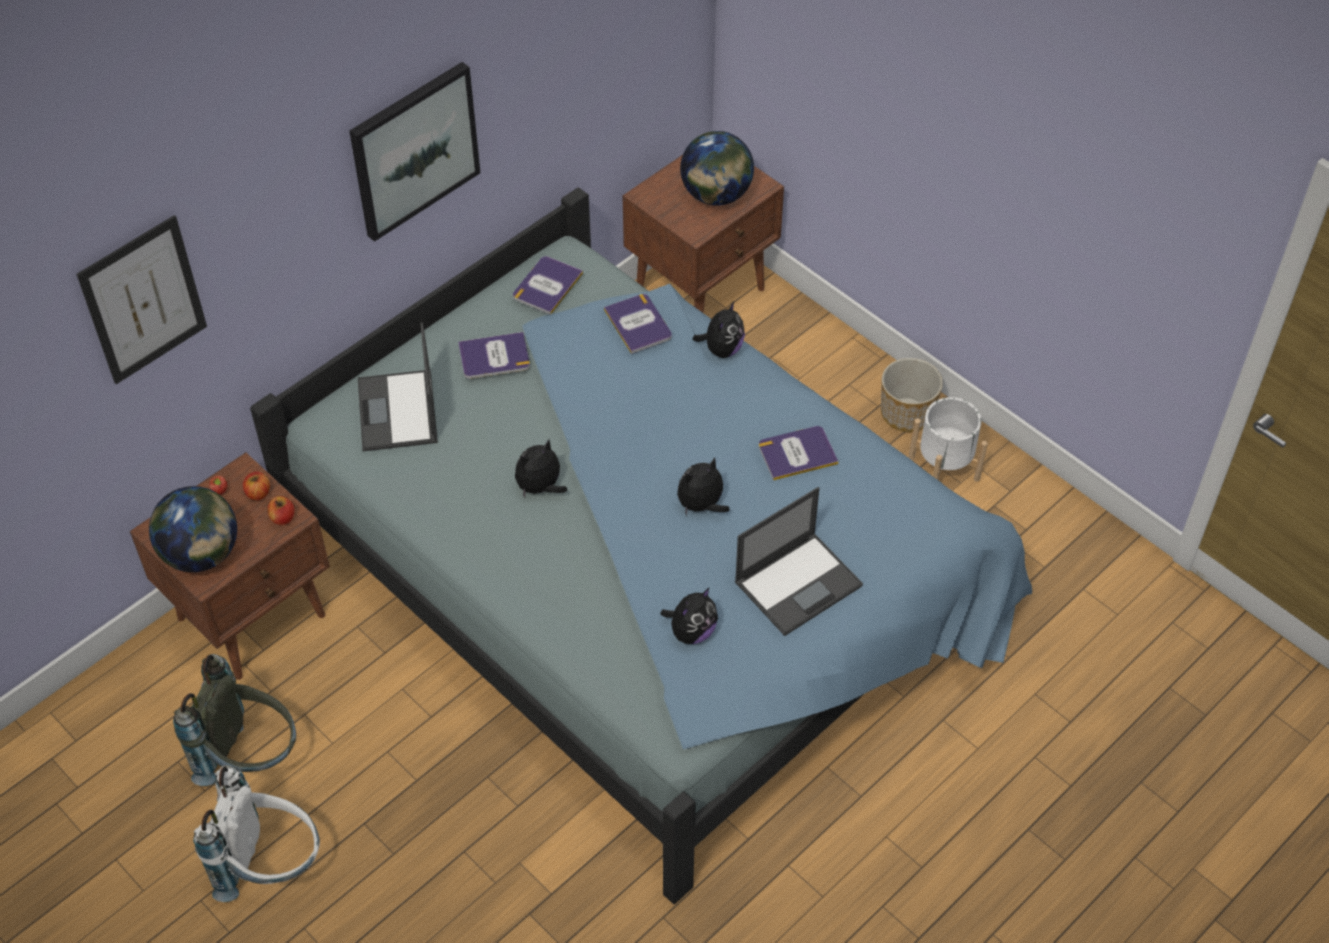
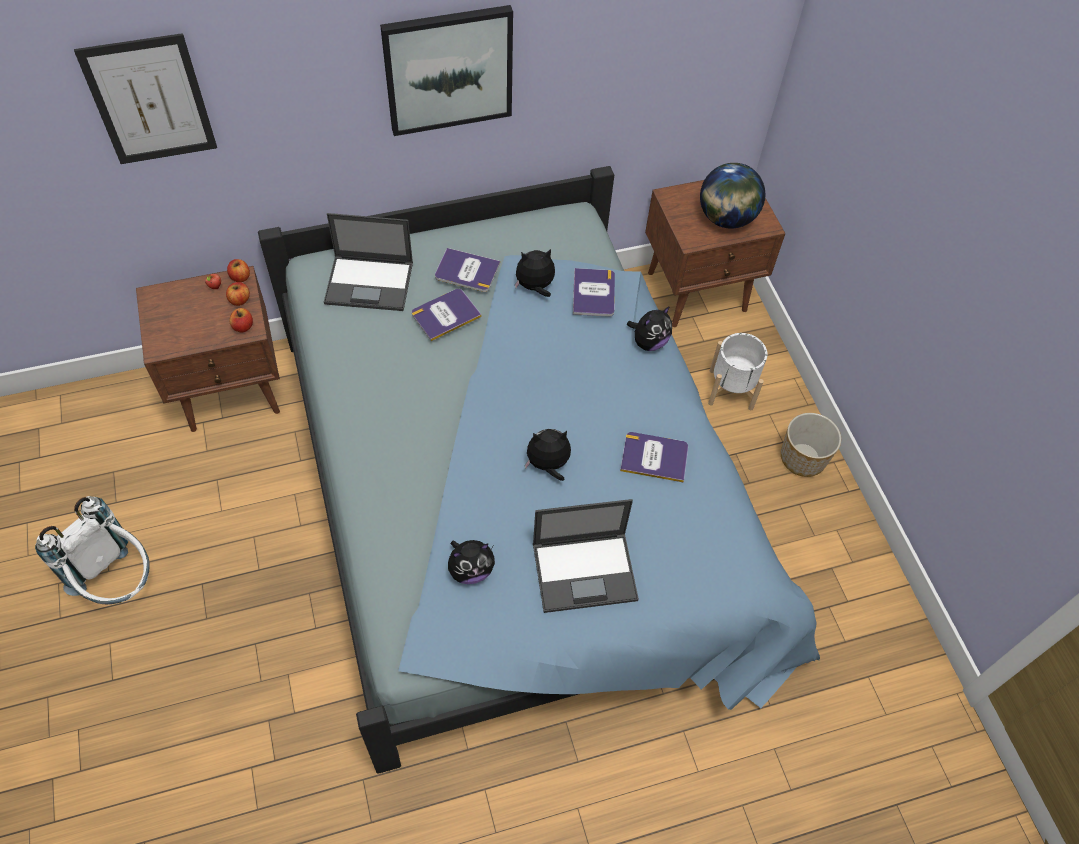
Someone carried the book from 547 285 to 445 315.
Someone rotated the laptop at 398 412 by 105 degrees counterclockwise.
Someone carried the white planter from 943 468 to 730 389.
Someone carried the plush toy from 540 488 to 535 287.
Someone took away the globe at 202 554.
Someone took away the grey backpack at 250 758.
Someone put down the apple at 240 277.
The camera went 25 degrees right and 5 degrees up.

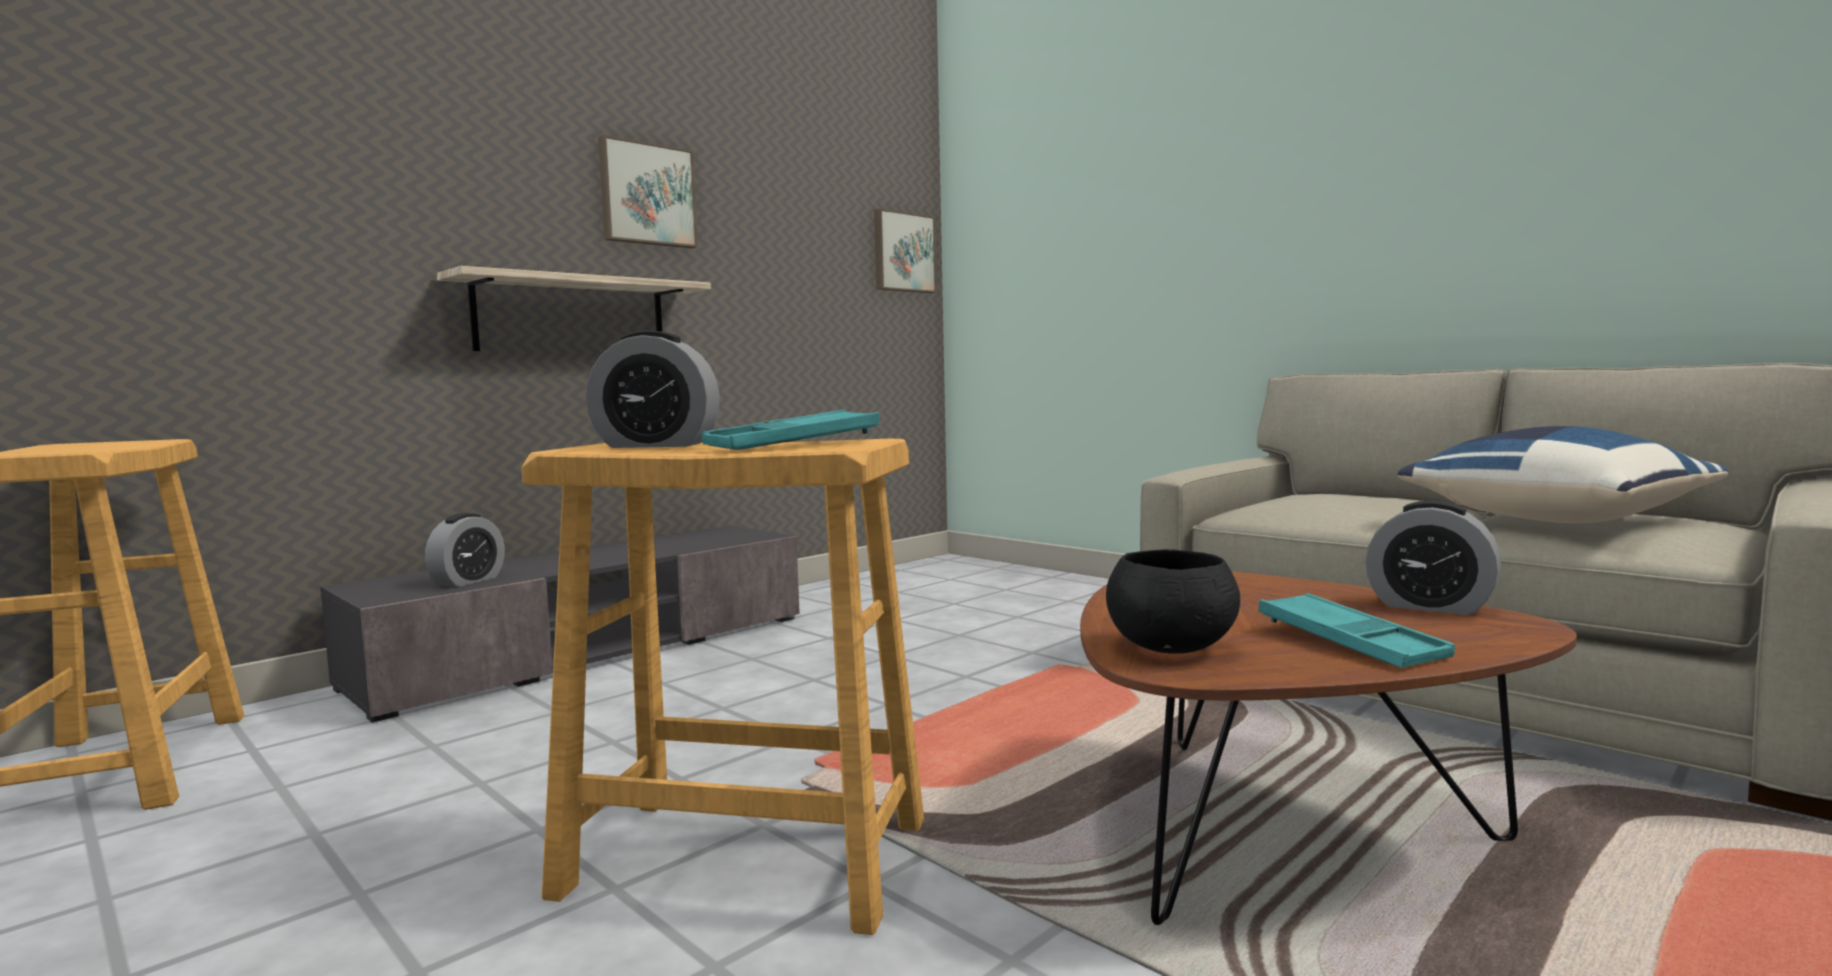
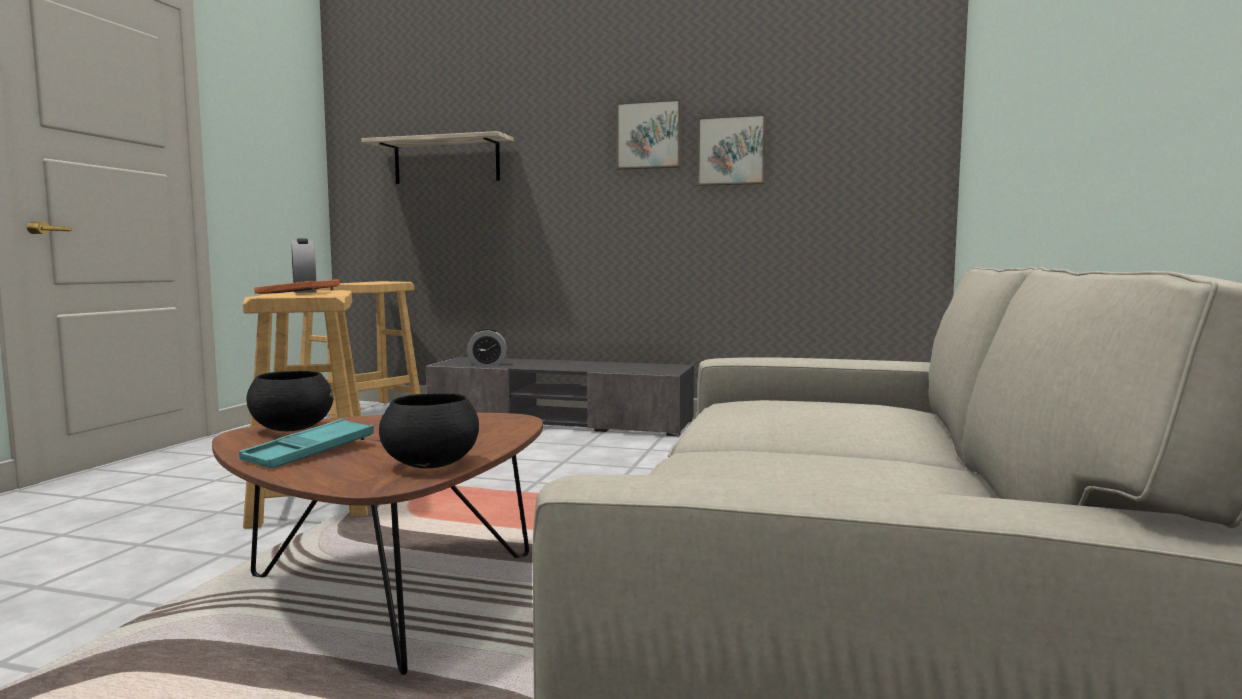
Someone carried the picture from 903 252 to 731 151.
Someone carried the shelf from 572 316 to 446 161.
Someone repainted the turquoise tray at 793 443, which became the orange tray at 297 294.
Someone took away the blue pillow at 1551 520.
Someone swapped the alarm clock at 1430 606 for the black bowl at 431 465.
The camera went 60 degrees right and 0 degrees up.

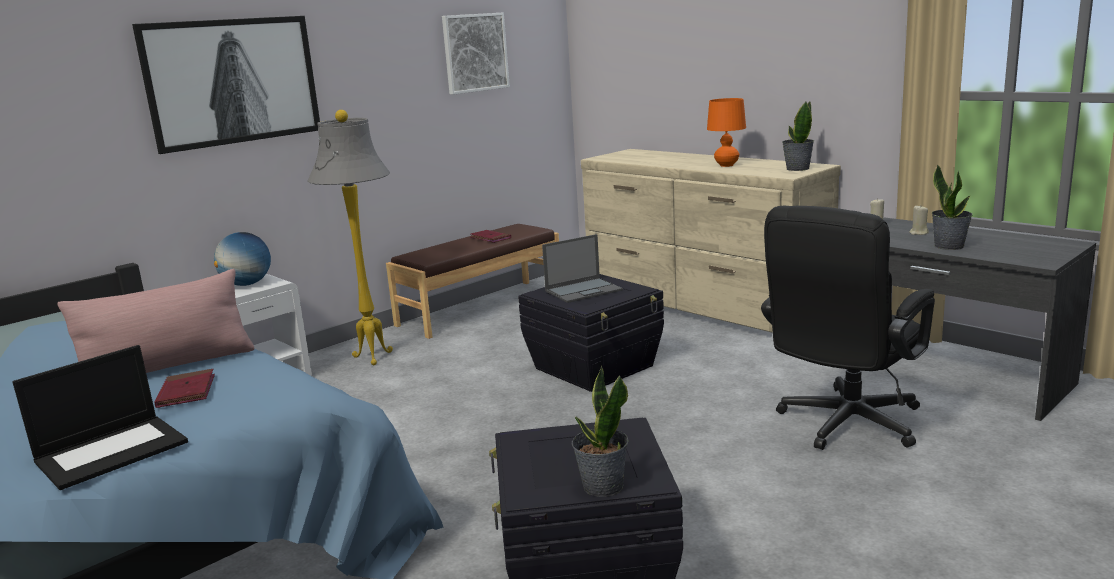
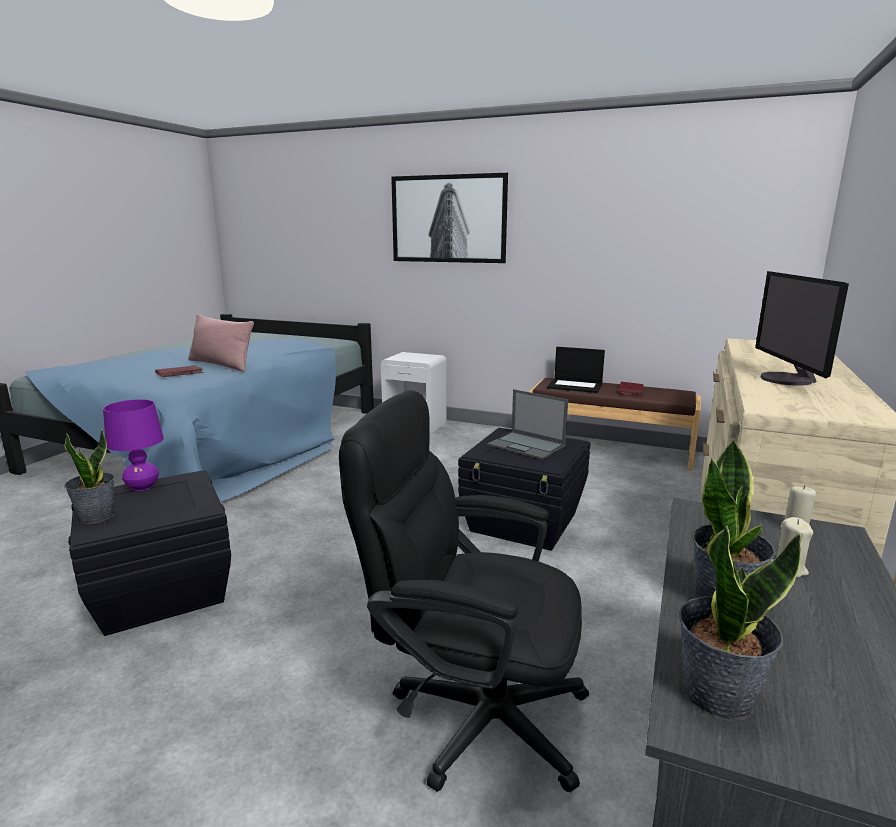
Someone took away the picture at 475 53.
Someone swapped the orange table lamp at 726 165 for the monitor at 787 380.
Someone carried the potted plant from 797 169 to 717 694.
Someone took away the grey floor lamp at 374 358.
Someone took away the globe at 247 284.
Someone carried the laptop from 112 451 to 575 386.
Someone put down the purple table lamp at 143 487.
The camera went 65 degrees right and 0 degrees up.

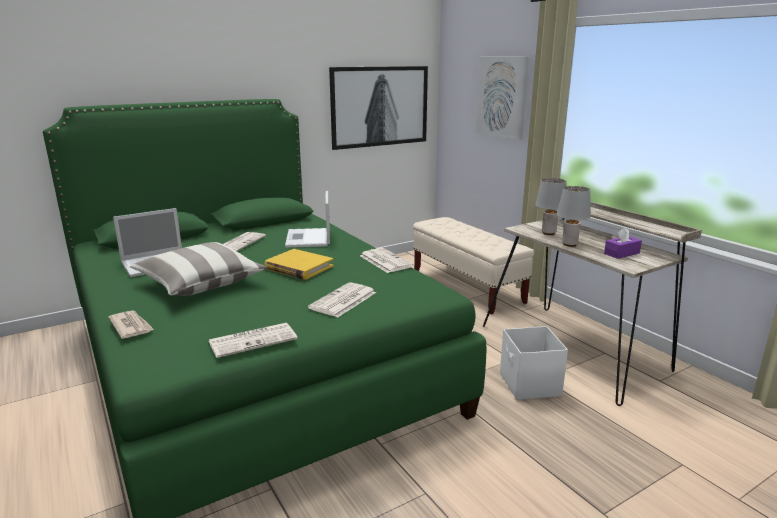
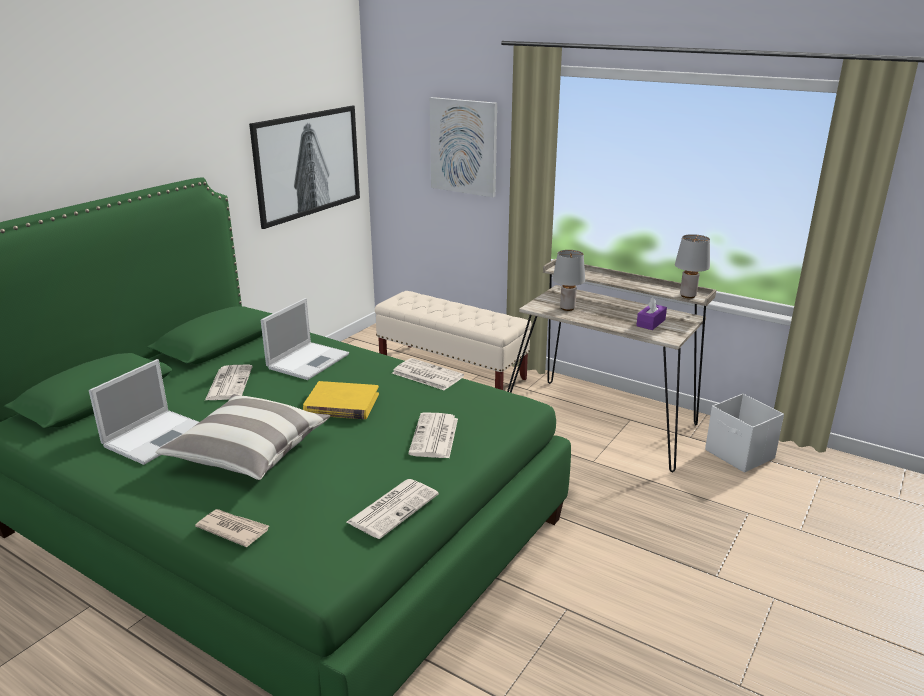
Someone carried the grey table lamp from 569 244 to 687 295.
Someone rotated the laptop at 308 239 by 120 degrees counterclockwise.
Someone carried the white storage box from 529 385 to 740 455.
The camera went 25 degrees left and 5 degrees up.

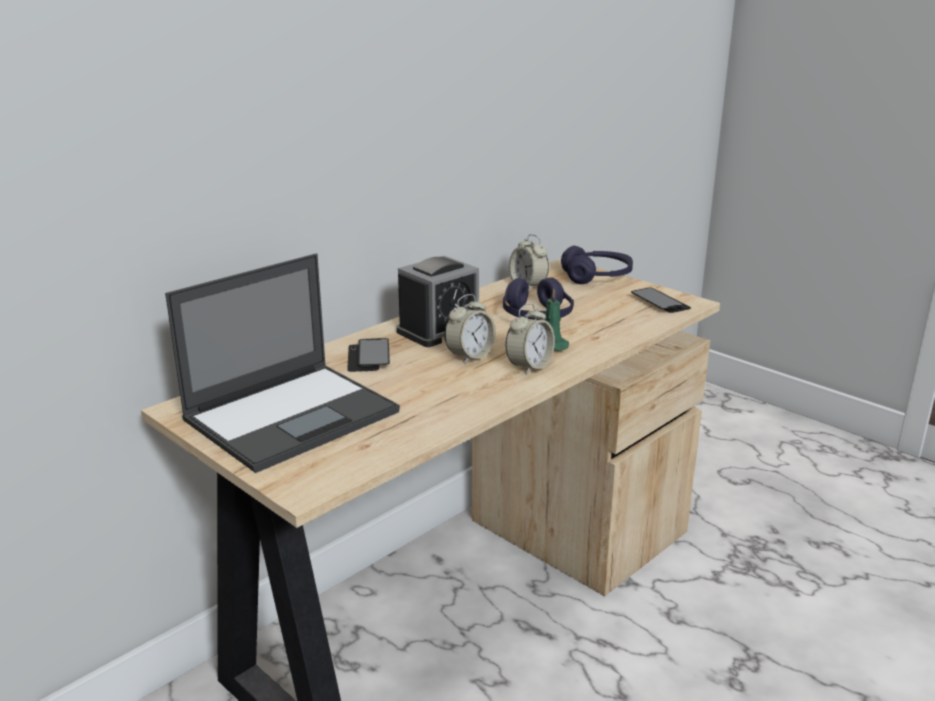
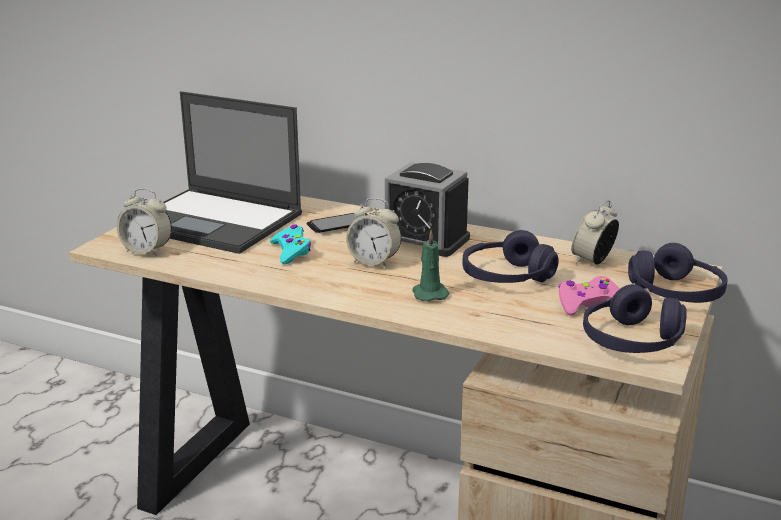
Someone swapped the phone at 660 302 for the purple headphones at 632 341.
Someone carried the alarm clock from 529 366 to 147 250.
Someone put down the turquoise game controller at 291 251.
Someone put down the pink game controller at 588 304.
The camera went 70 degrees right and 0 degrees up.

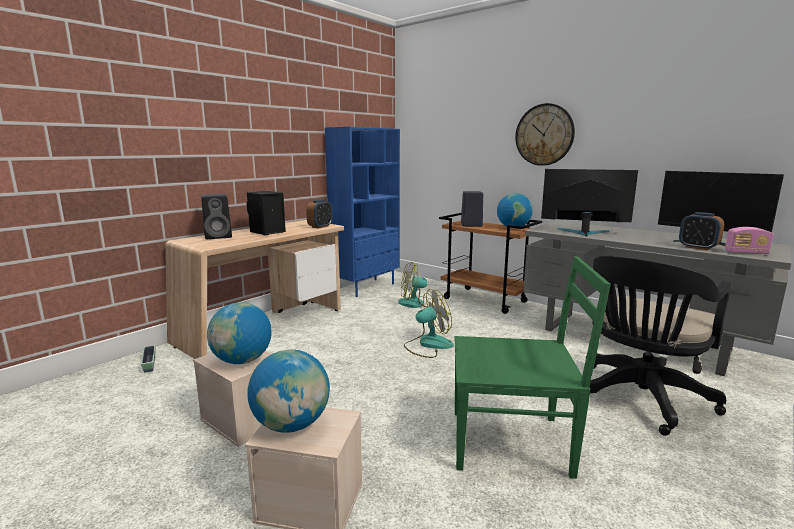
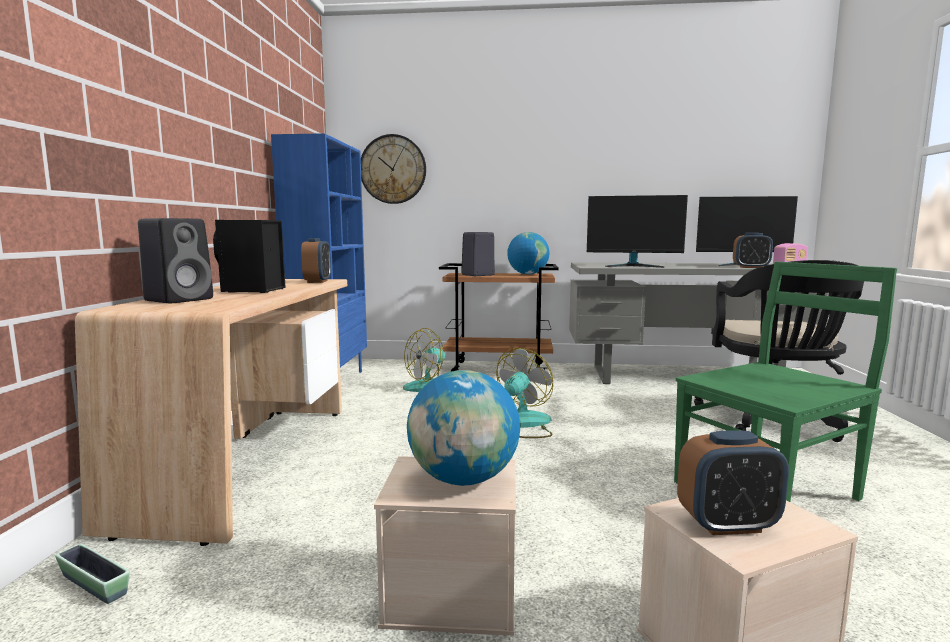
Someone carried the wall clock from 544 135 to 393 169.
Someone rotated the monitor at 583 232 by 150 degrees counterclockwise.
Someone swapped the globe at 292 424 for the alarm clock at 728 525.
The camera went 35 degrees left and 5 degrees down.

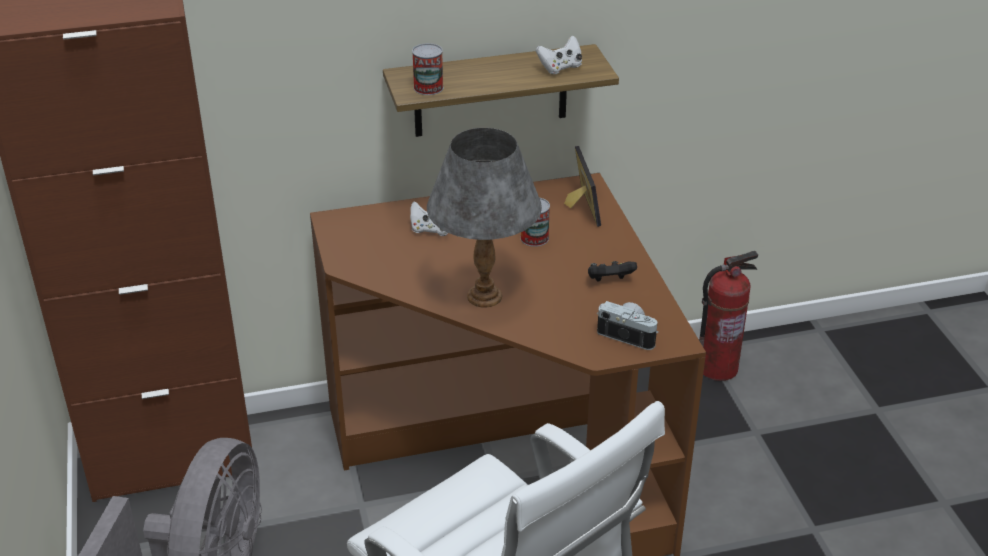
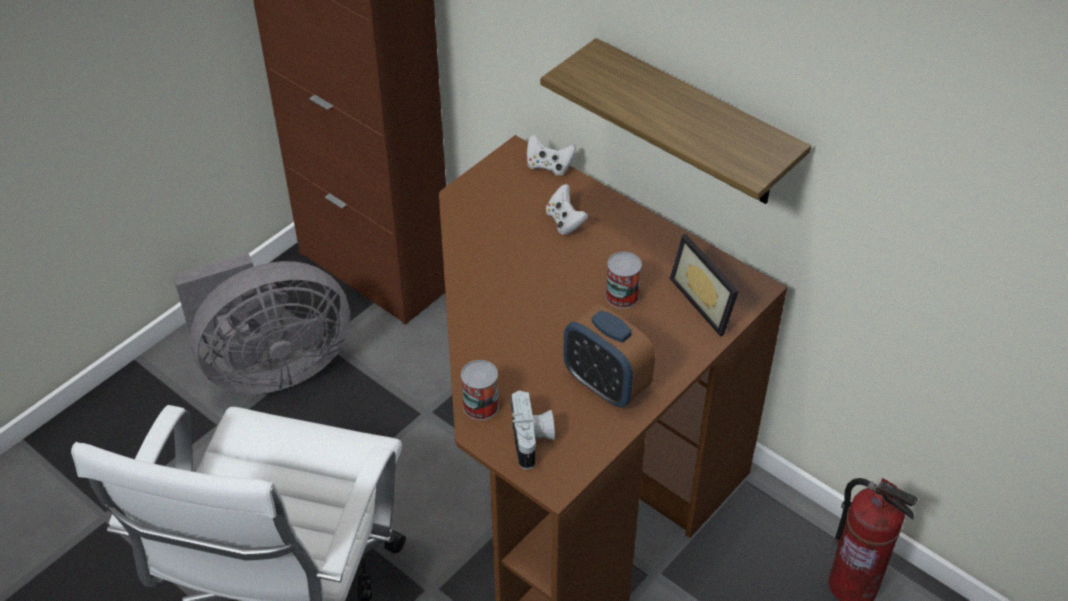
Someone carried the white game controller from 560 68 to 549 166.
Someone carried the can from 428 88 to 480 406.
Someone took away the grey table lamp at 484 296.
Someone rotated the picture frame at 578 206 by 105 degrees clockwise.
Someone swapped the black game controller at 609 281 for the alarm clock at 606 384.
The camera went 55 degrees right and 10 degrees up.

